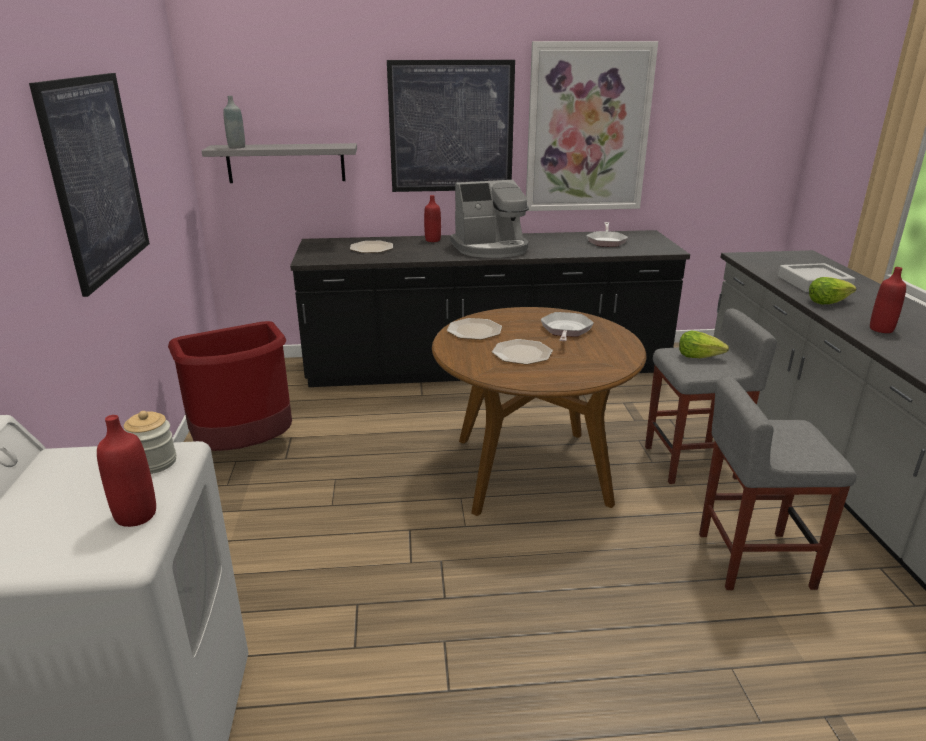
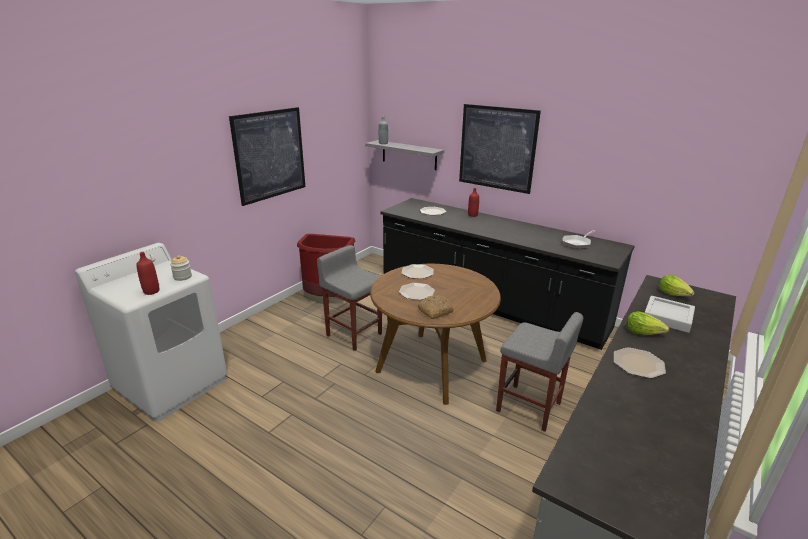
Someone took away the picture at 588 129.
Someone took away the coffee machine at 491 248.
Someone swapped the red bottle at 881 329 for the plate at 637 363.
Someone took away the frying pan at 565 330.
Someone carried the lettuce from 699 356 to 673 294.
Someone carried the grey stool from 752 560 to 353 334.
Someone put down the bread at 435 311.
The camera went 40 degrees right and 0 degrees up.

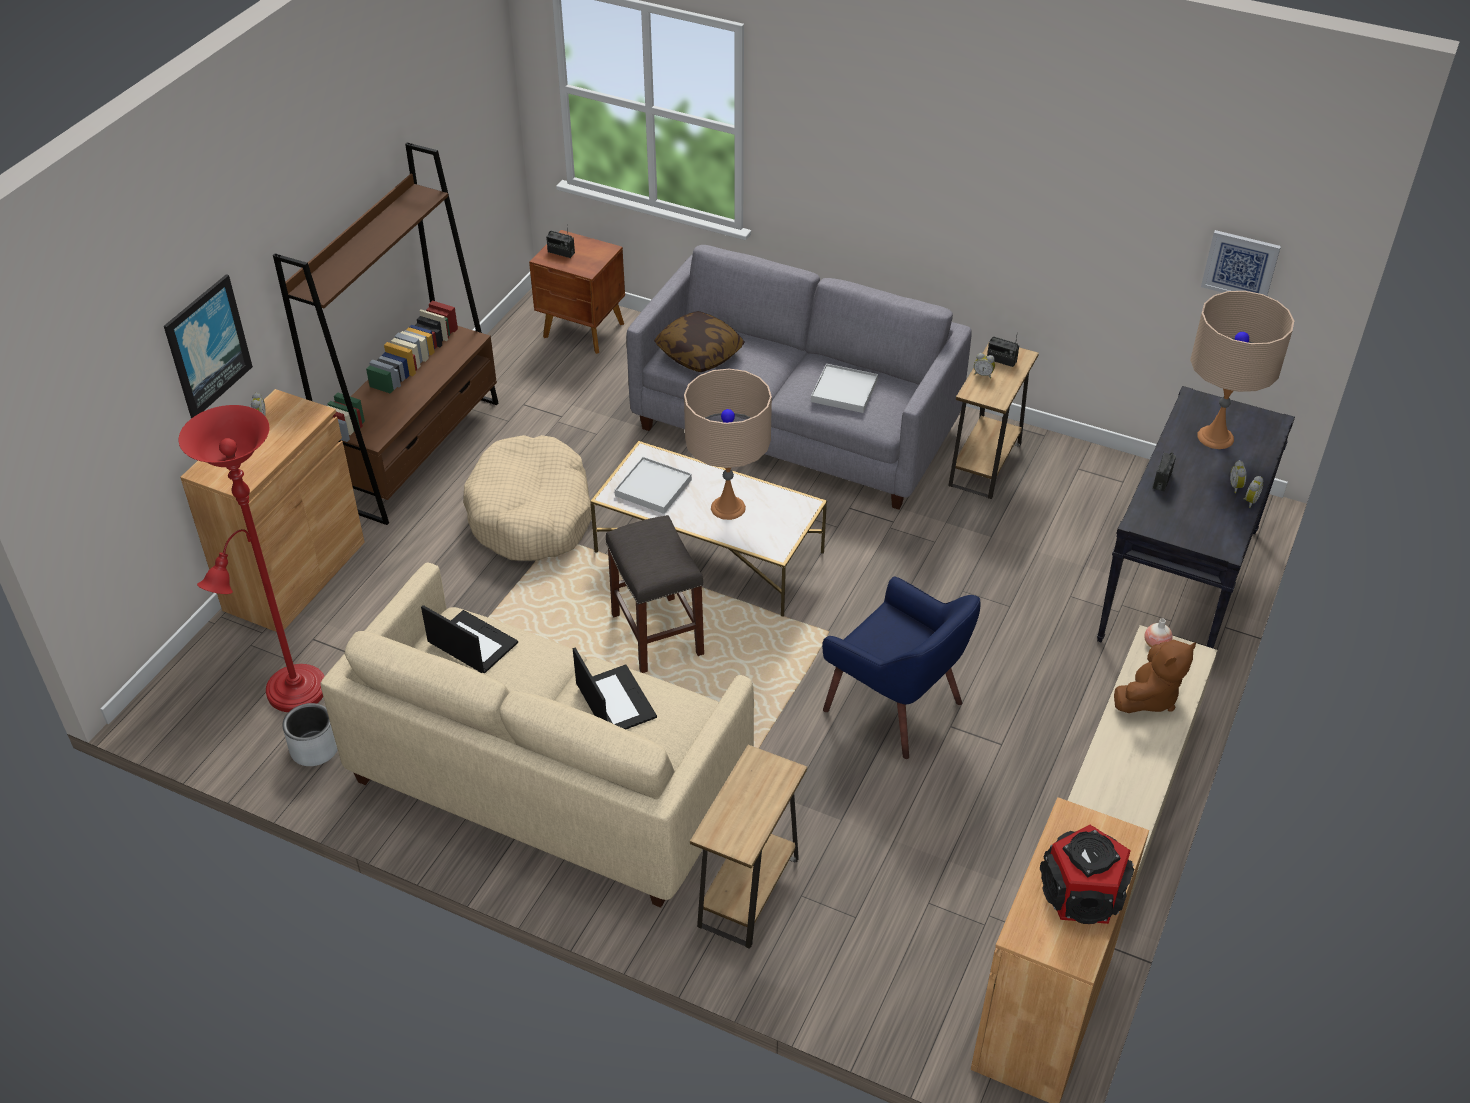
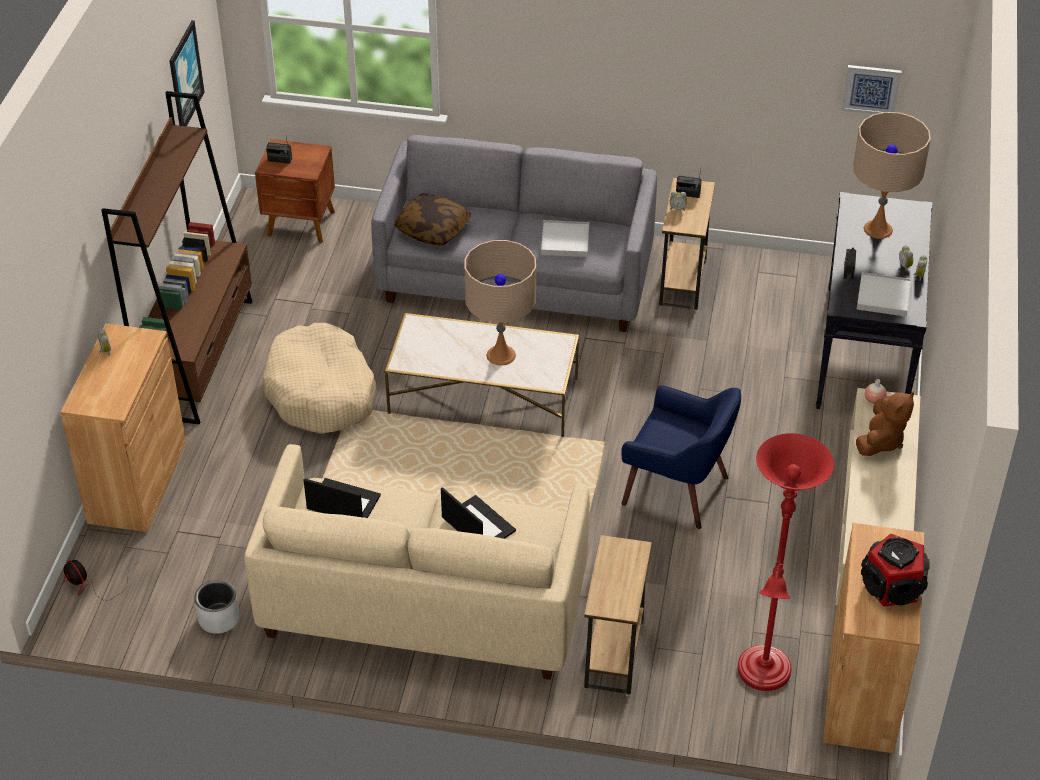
Someone carried the picture from 207 346 to 184 76.
Someone carried the red floor lamp from 291 695 to 763 675.
Someone carried the white tray from 653 488 to 883 297.
Someone took away the grey stool at 656 633.
Someone put down the fan at 92 585.
The camera went 15 degrees left and 0 degrees up.

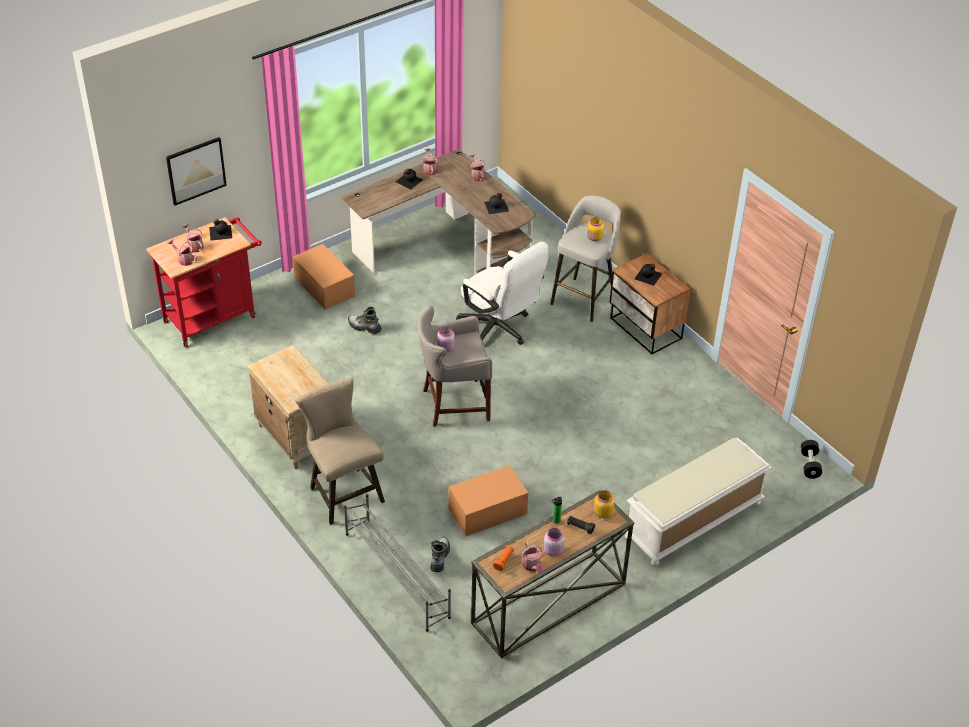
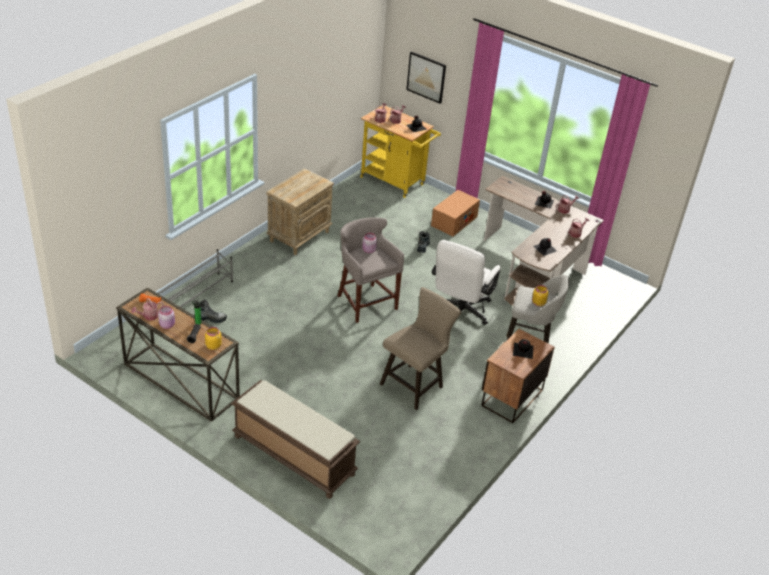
Someone repainted the red cart at 214 317, which became the yellow cart at 395 182.
Someone carried the beige stool from 343 491 to 415 384.
Someone repainted the white bench at 693 521, which became the brown bench at 292 455.
Someone took away the black dumbbell at 809 465.
Someone took away the cardboard box at 487 511.
The camera went 70 degrees right and 5 degrees down.

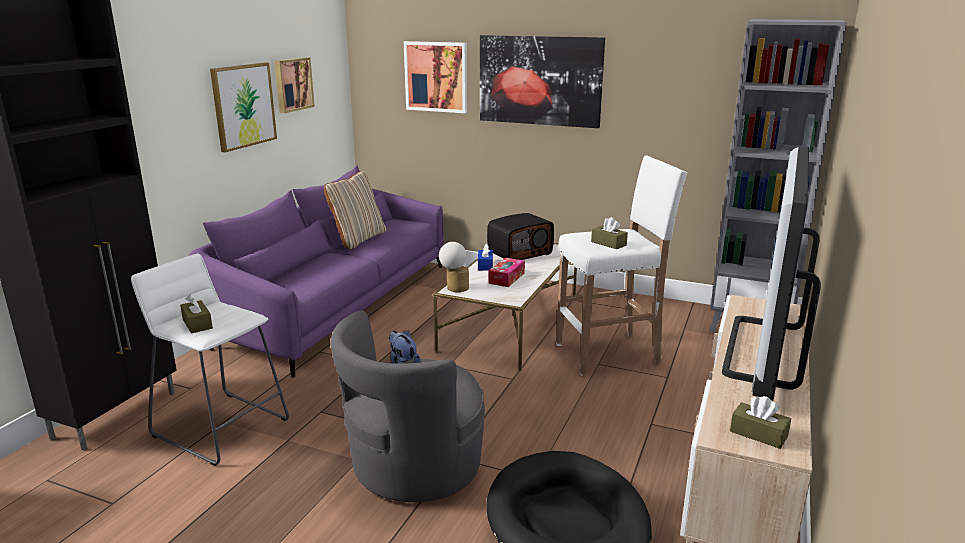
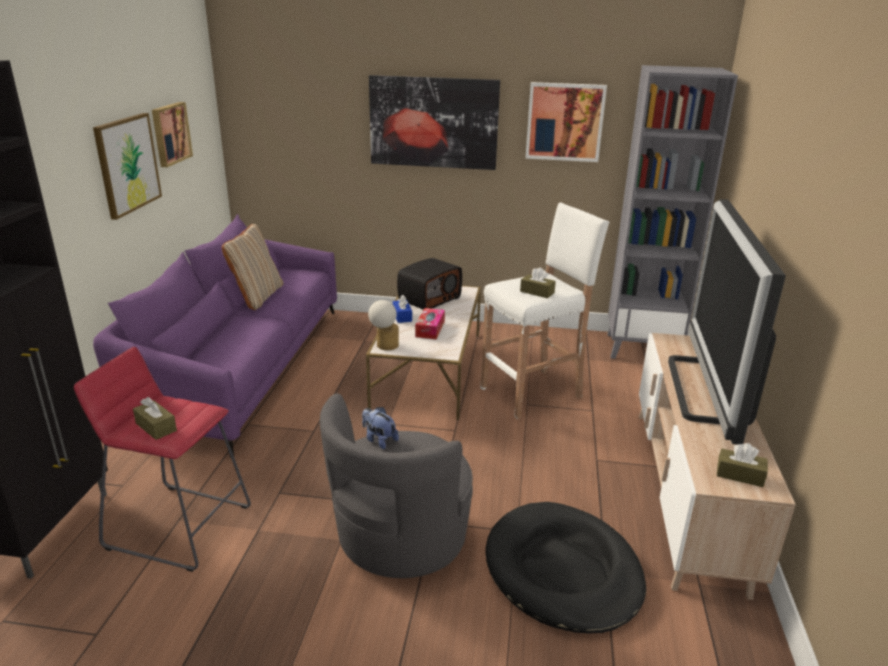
Someone carried the picture from 436 76 to 564 122.
Someone repainted the white stool at 221 427, which became the red stool at 179 526.
The camera went 15 degrees left and 5 degrees up.

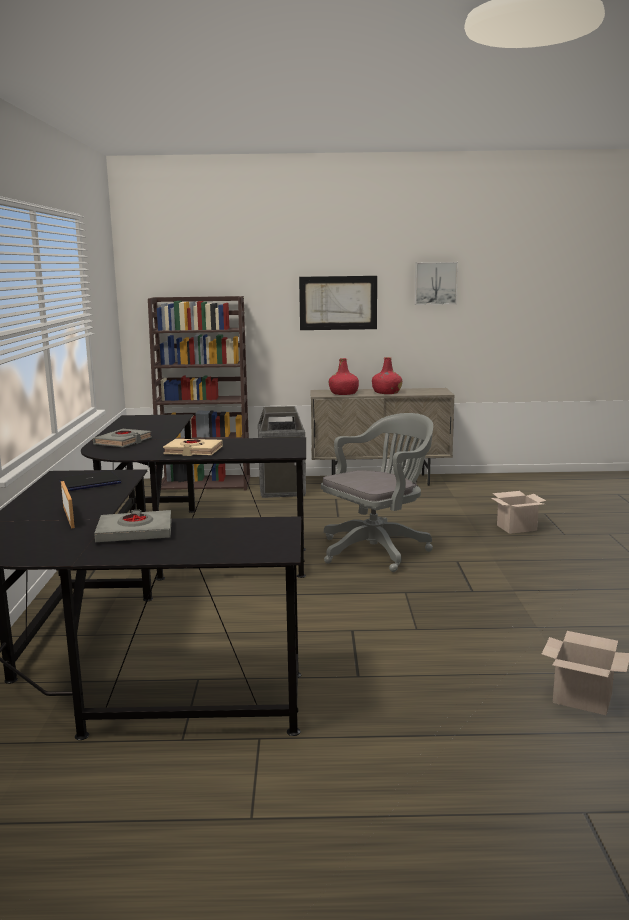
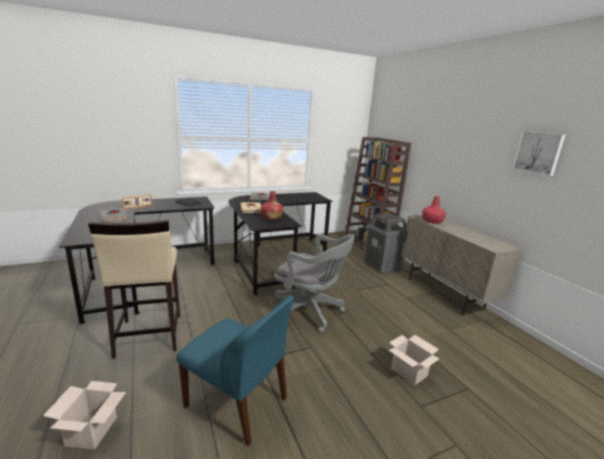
Someone took away the picture at 338 303.
Someone carried the red bottle from 386 393 to 271 217.
Someone put down the beige stool at 148 336.
Someone put down the blue chair at 238 403.
The camera went 65 degrees right and 5 degrees up.

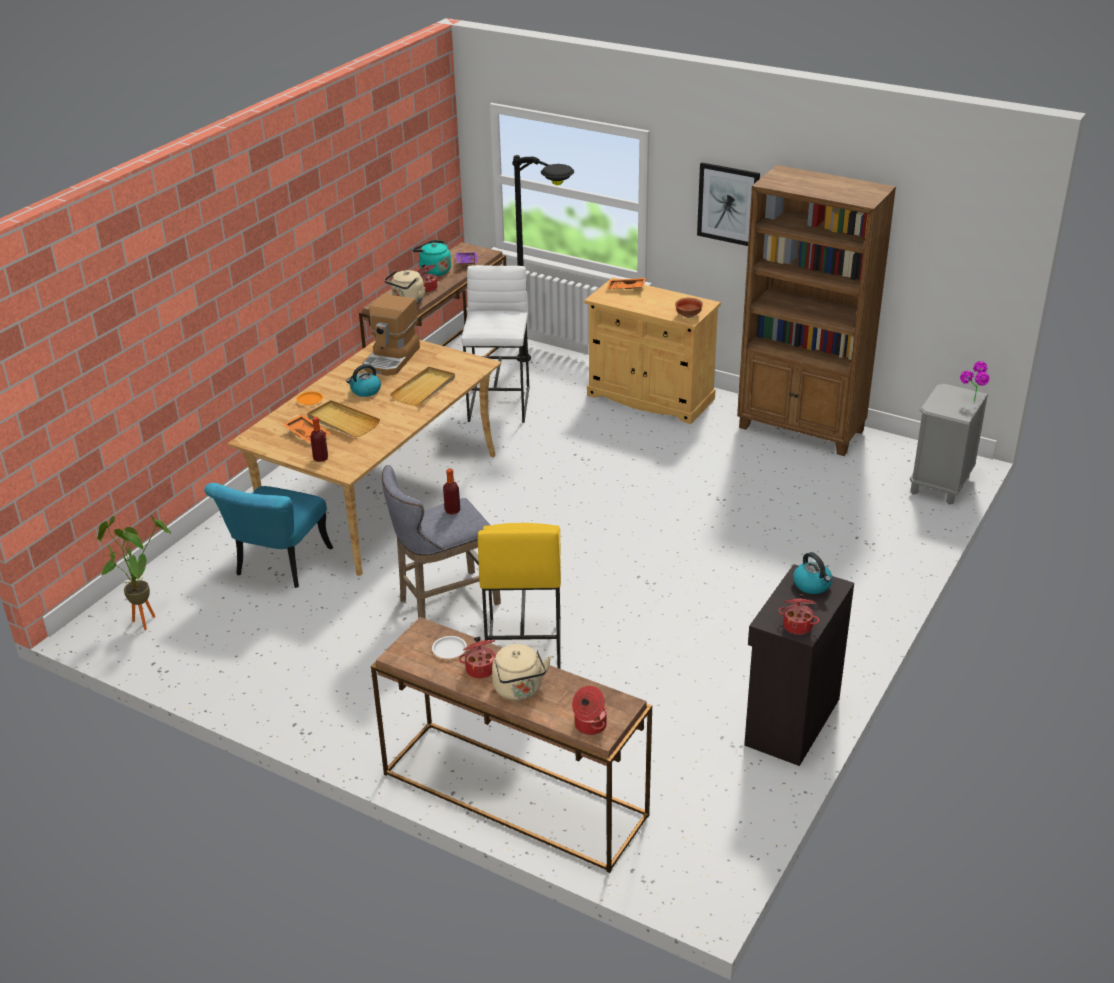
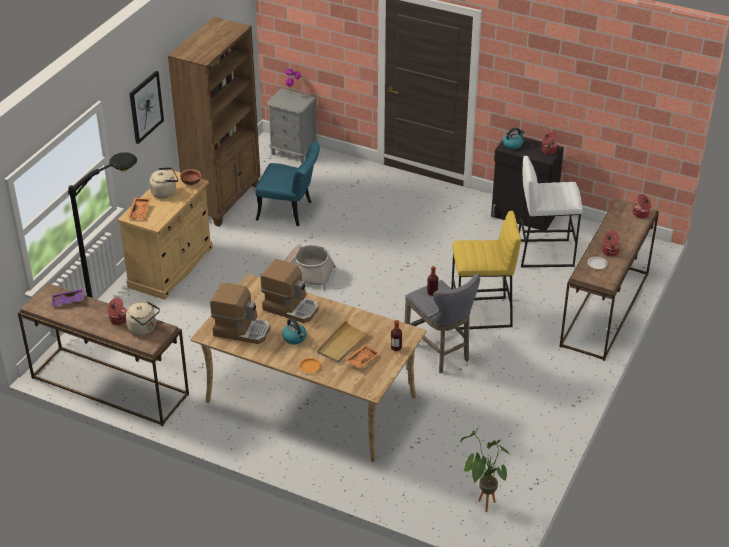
Someone took away the turquoise kettle at 433 271.
Someone carried the white stool from 500 404 to 545 253.
Someone swapped the beige tray at 424 388 for the coffee machine at 291 308.
Someone carried the turquoise chair from 278 567 to 290 211.
Someone carried the beige kettle from 519 690 to 165 192.
Someone put down the basket at 305 273.
The camera went 95 degrees left and 5 degrees up.

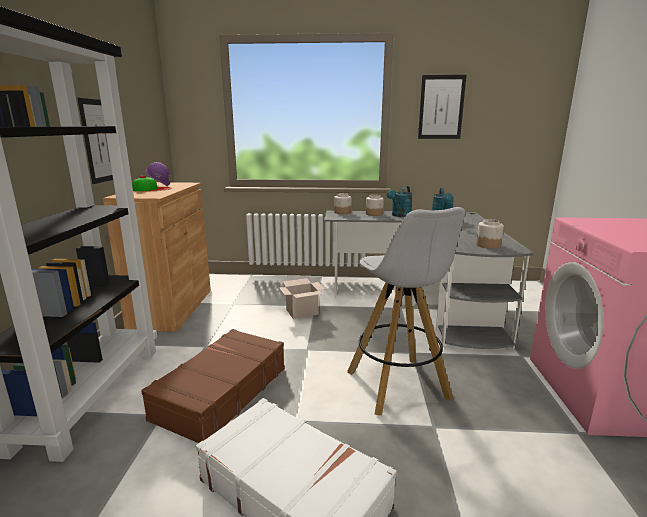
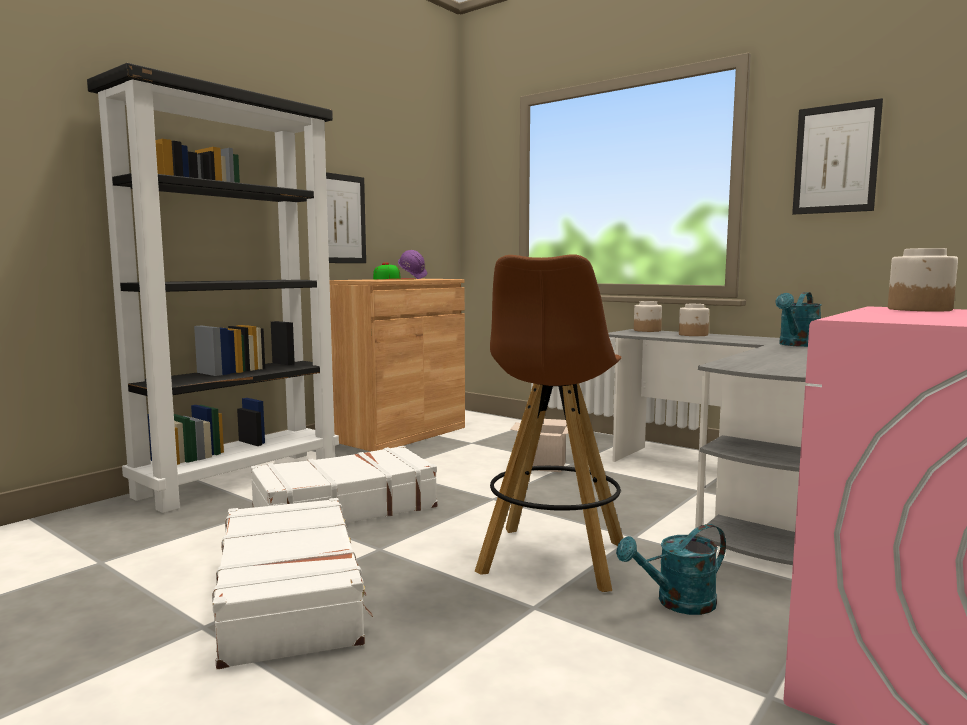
Someone carried the turquoise watering can from 400 215 to 677 603.
Someone repainted the white stool at 398 386, which became the brown stool at 552 559.
Someone carried the jar from 488 245 to 920 309.
Someone repainted the brown suitcase at 220 393, which became the white suitcase at 344 507.
The camera went 35 degrees right and 10 degrees down.

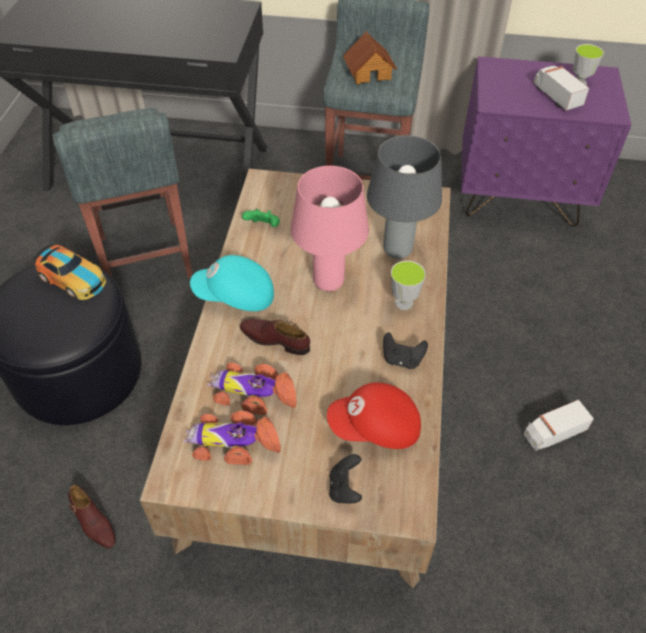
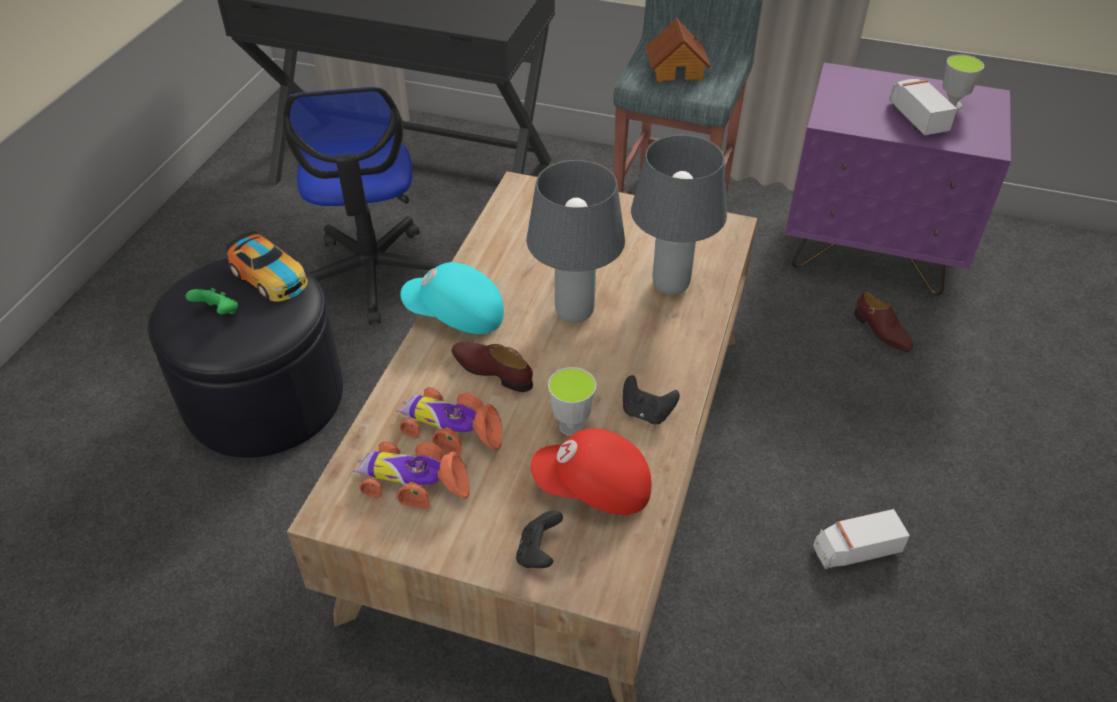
Someone swapped the grey stool at 145 258 for the office chair at 372 274.
Someone repainted the pink table lamp at 328 283, which became the grey table lamp at 574 313.
Someone carried the green game controller from 263 227 to 218 313.
Someone carried the cup from 403 303 to 571 426.
Someone carried the brown shoe from 93 522 to 881 332.
The camera went 10 degrees right and 5 degrees down.

